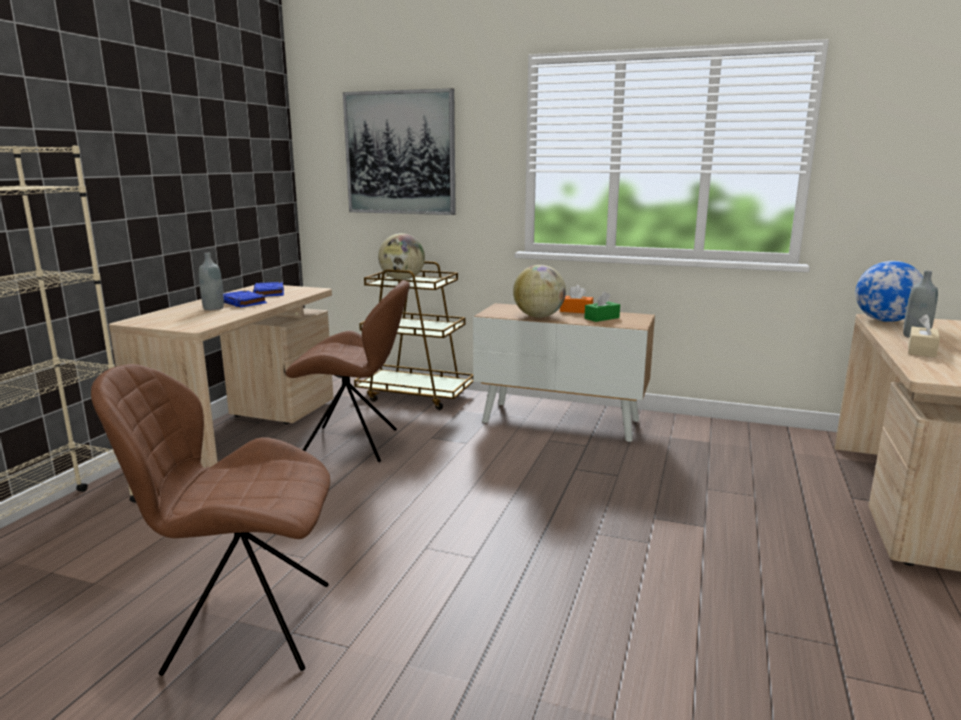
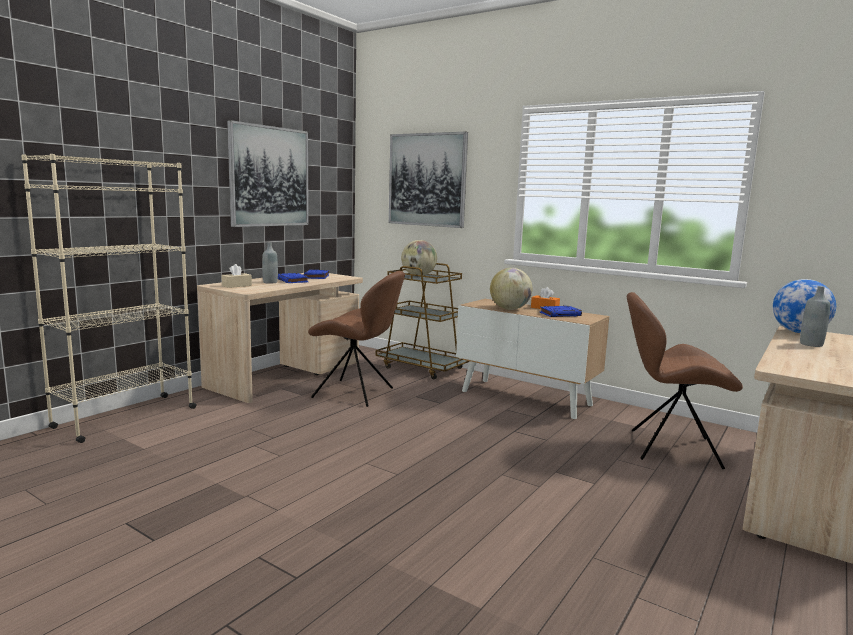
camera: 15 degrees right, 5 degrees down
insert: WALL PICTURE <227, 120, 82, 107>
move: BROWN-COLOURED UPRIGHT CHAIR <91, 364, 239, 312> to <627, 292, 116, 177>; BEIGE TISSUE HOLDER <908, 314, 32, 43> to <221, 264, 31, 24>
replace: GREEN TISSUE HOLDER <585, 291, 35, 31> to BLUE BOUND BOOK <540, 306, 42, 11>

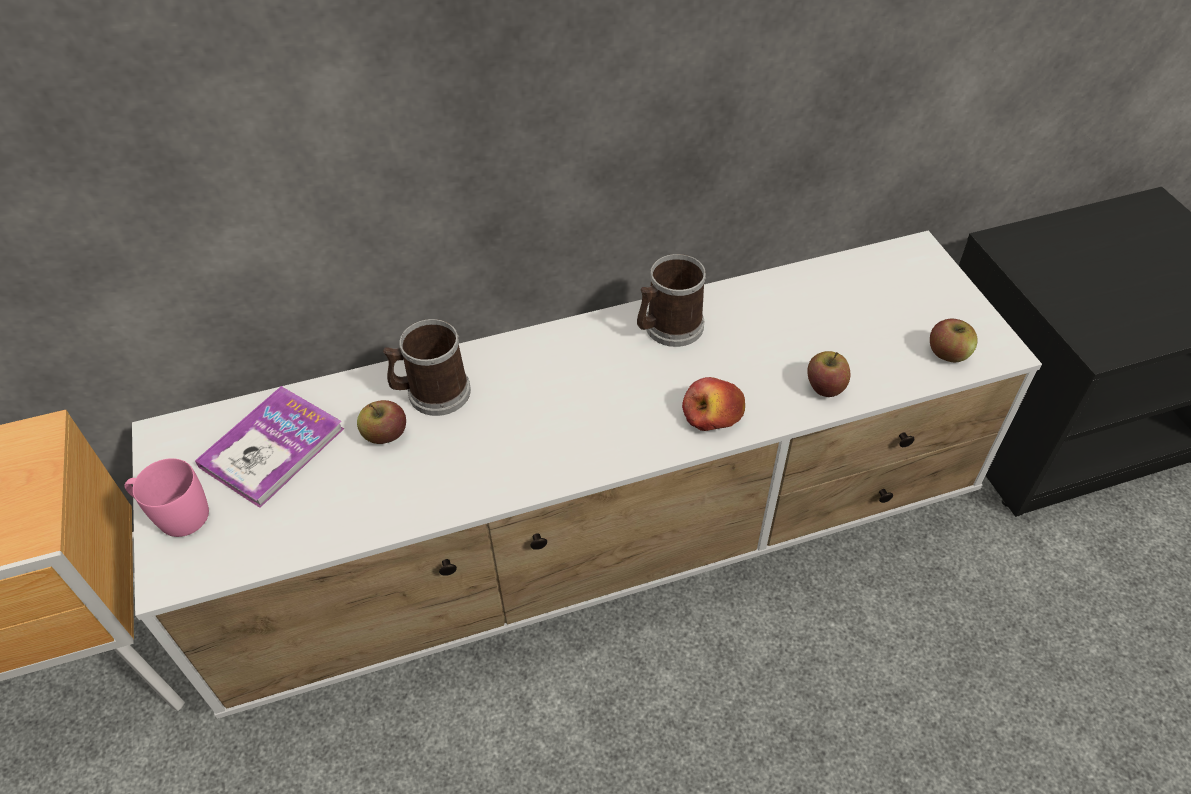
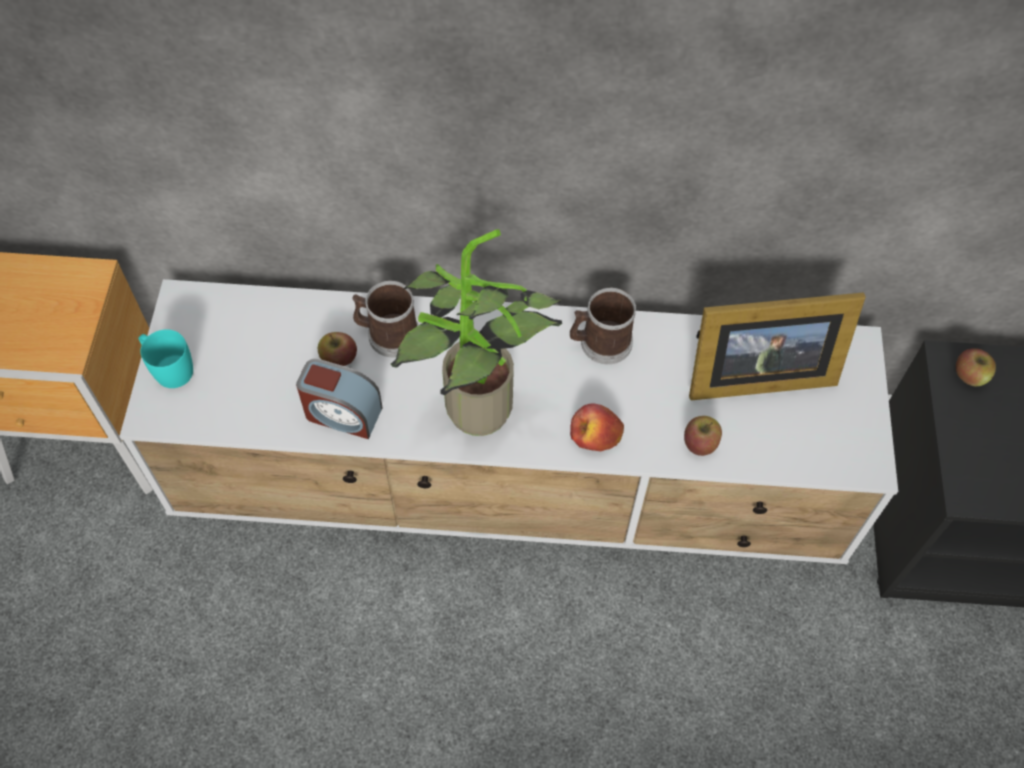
camera: 20 degrees right, 10 degrees up
delete: BOUND BOOK <195, 386, 149, 122>
insert: BEDSIDE CLOCK <296, 358, 87, 81>; POTTED PLANT <391, 230, 171, 206>; PHOTO FRAME <689, 292, 177, 108>
move: APPLE <930, 319, 48, 44> to <956, 348, 40, 38>
recolor: PINKISH MUG <124, 458, 85, 79> to TURQUOISE-COLOURED MUG <139, 329, 54, 59>

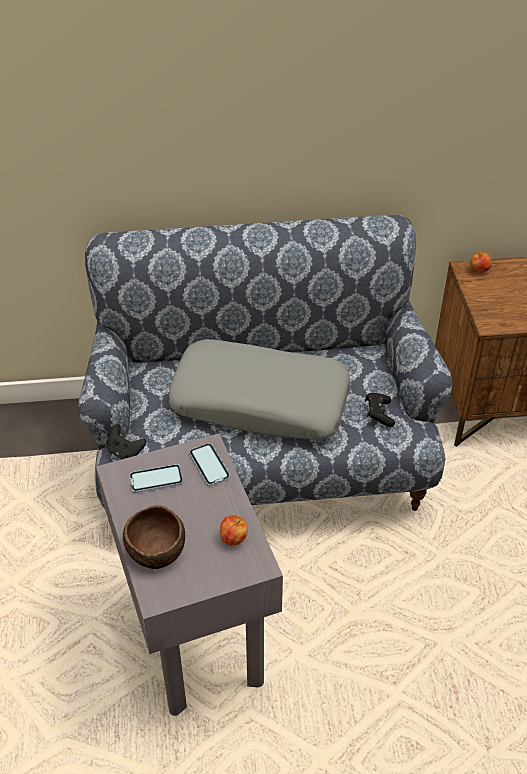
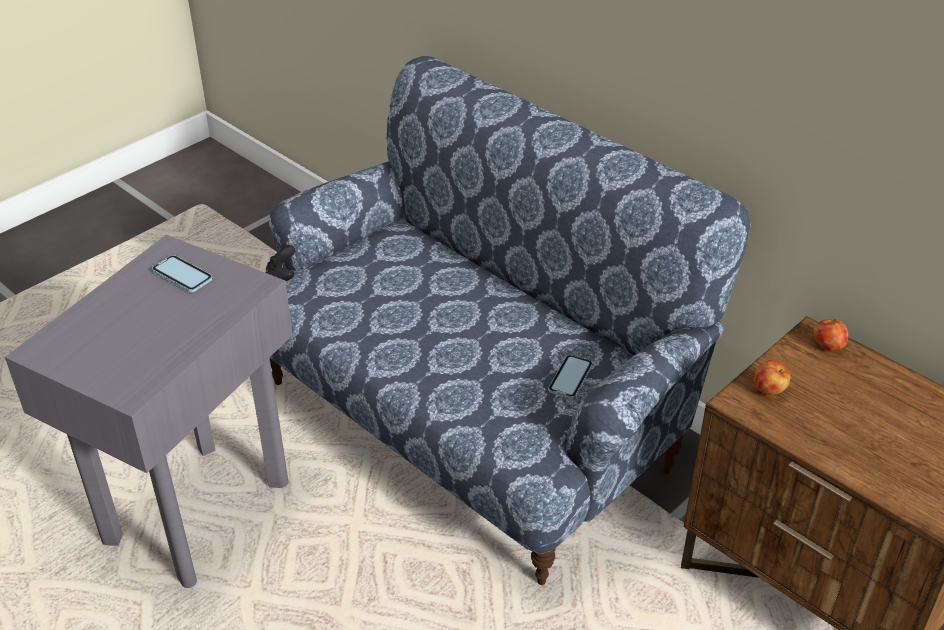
camera: 50 degrees right, 5 degrees down
delete: BROWN-COLOURED DEEP DISH <123, 505, 62, 64>; GREY THROW PILLOW <169, 339, 181, 101>; BLACK JOYPAD <365, 393, 30, 34>
move: TELEPHONE <189, 443, 41, 43> to <548, 355, 45, 44>; APPLE <220, 515, 28, 31> to <753, 360, 38, 35>

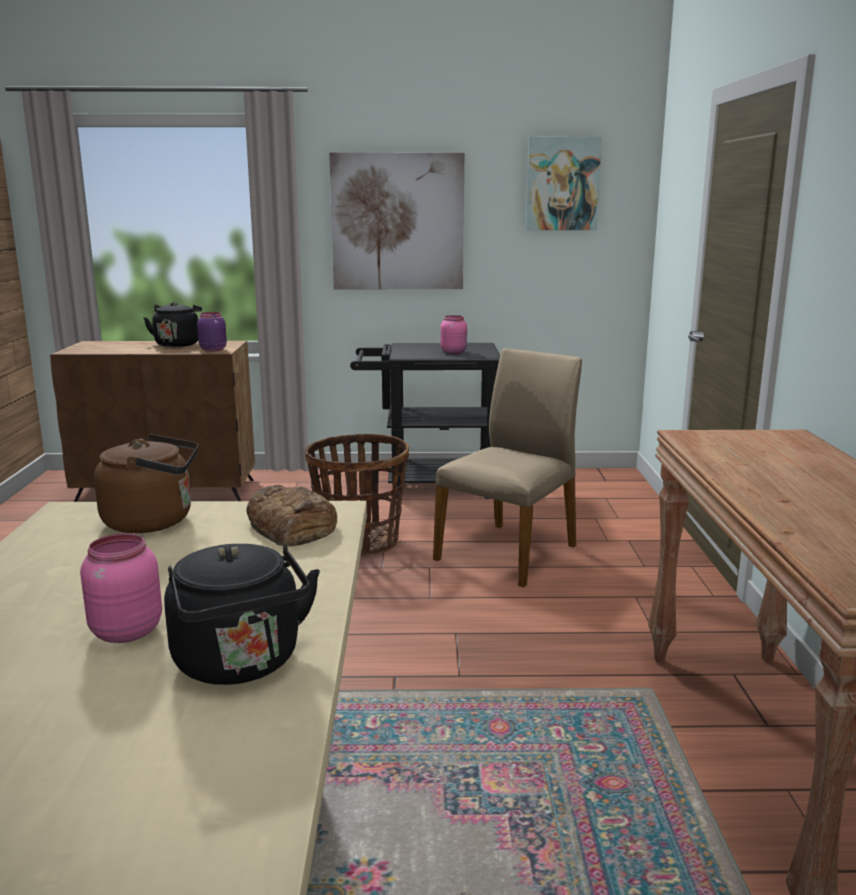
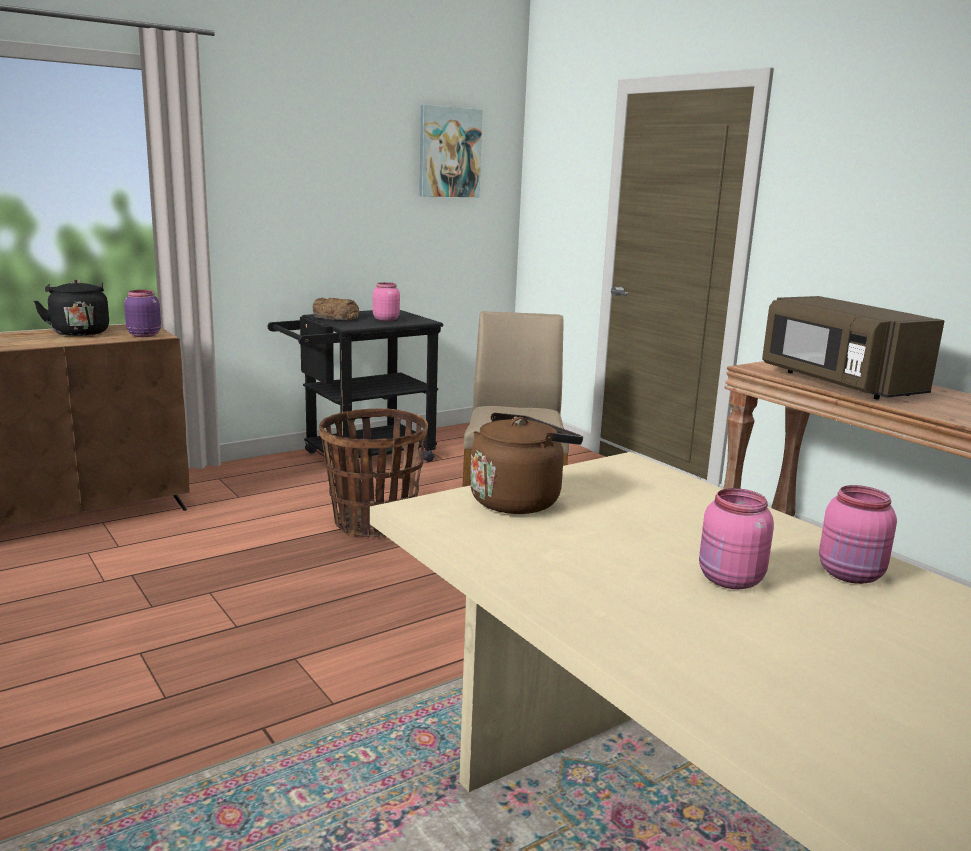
camera: 35 degrees left, 0 degrees up
delete: WALL PICTURE <329, 153, 135, 136>
insert: BROWN-COLOURED KITCHEN MICROWAVE <762, 296, 183, 104>
move: BAKED BREAD <246, 485, 91, 62> to <312, 298, 47, 22>
replace: BLACK KETTLE <164, 544, 156, 141> to PINKISH JAR <819, 485, 78, 99>

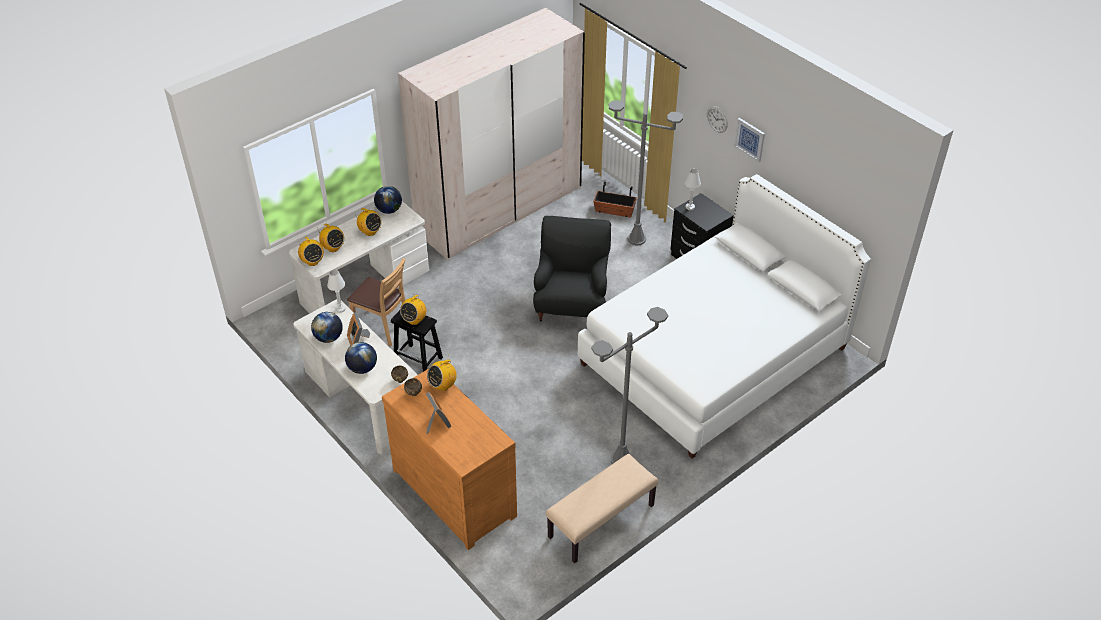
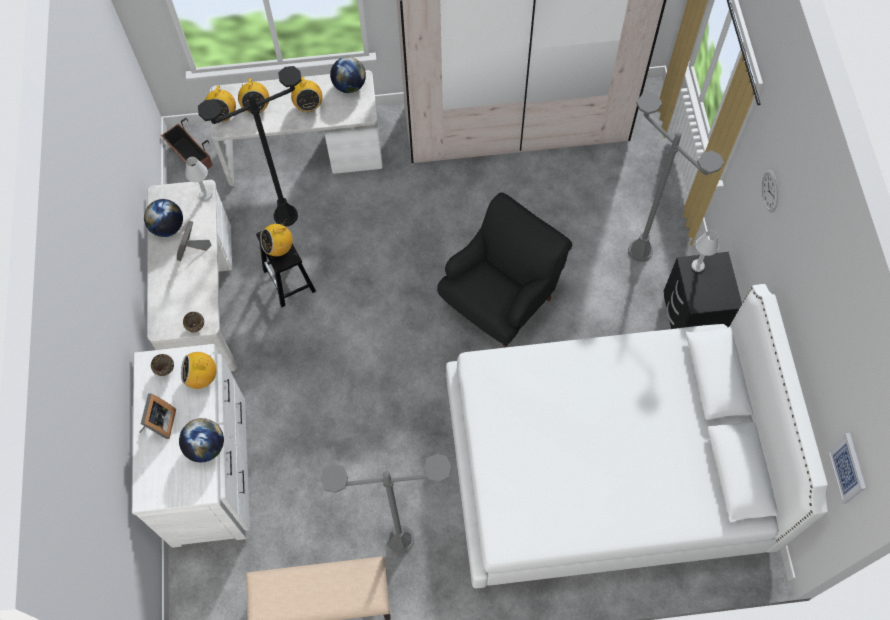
camera: 35 degrees right, 20 degrees up
move: GLOBE <345, 342, 32, 32> to <179, 418, 45, 44>; PLANTER <593, 182, 44, 36> to <161, 118, 52, 51>; WALL PICTURE <734, 118, 31, 44> to <827, 433, 39, 71>
replace: BROWN-COLOURED UPRIGHT CHAIR <347, 258, 59, 88> to BLACK STANDARD LAMP <198, 66, 104, 161>
recolor: BROWN-COLOURED DRAWER CHEST <382, 369, 135, 181> to WHITE-COLOURED DRAWER CHEST <132, 344, 118, 204>

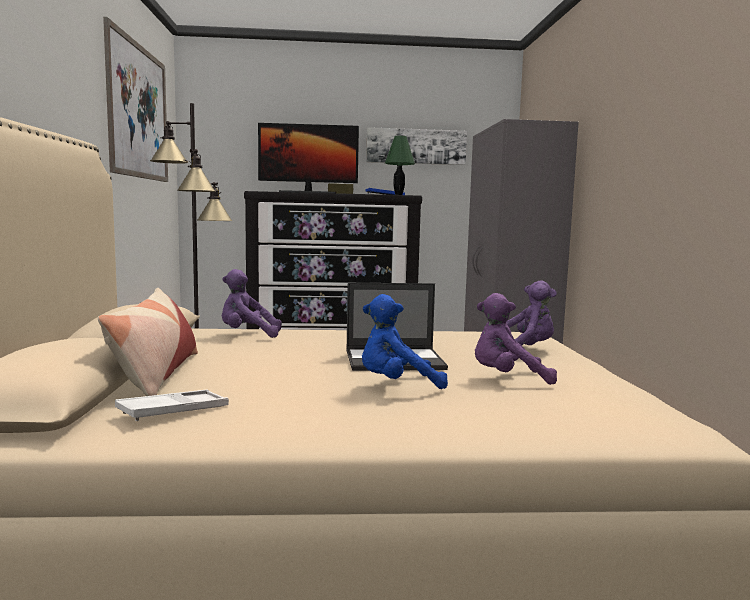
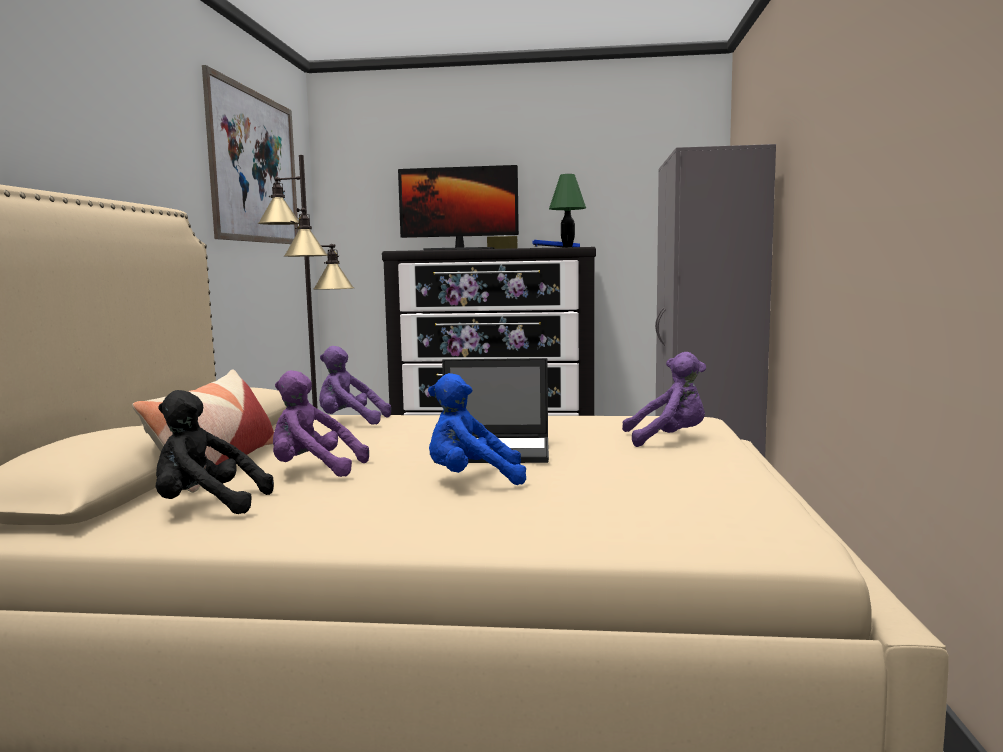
camera: 10 degrees right, 0 degrees up
delete: WALL PICTURE <366, 127, 101, 38>
move: PURPLISH PLUSH TOY <475, 293, 82, 92> to <273, 370, 96, 107>
replace: WHITE-COLOURED CARRYING TRAY <115, 390, 114, 31> to BLACK PLUSH TOY <156, 390, 118, 124>

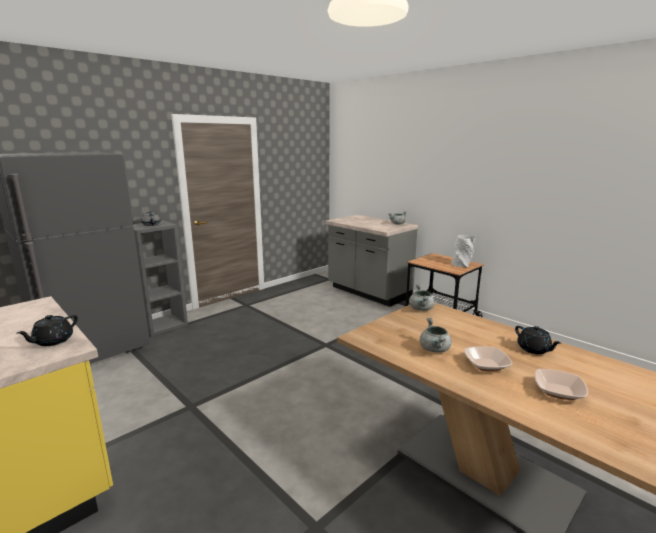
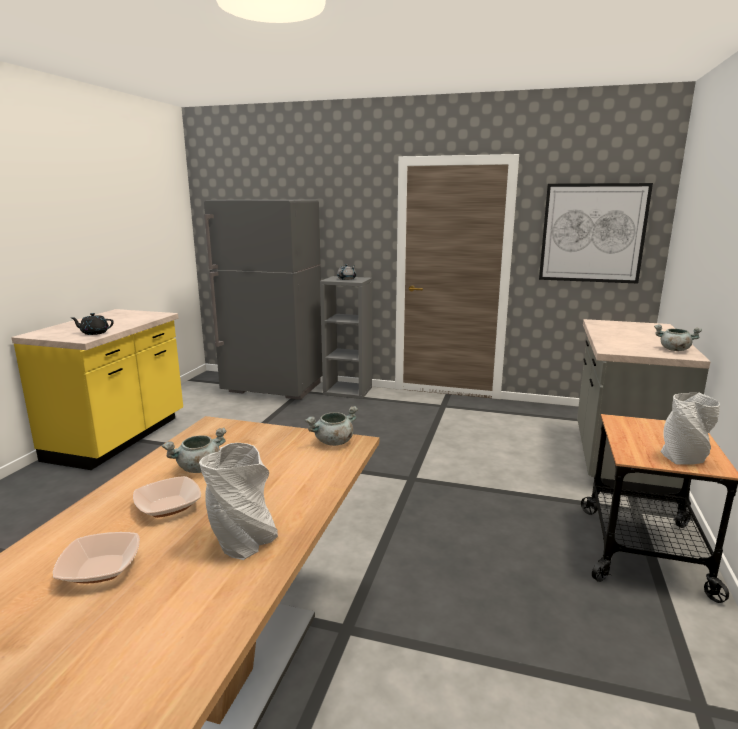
camera: 60 degrees right, 0 degrees up
insert: WALL PICTURE <539, 183, 114, 101>
replace: BLACK TEAPOT <515, 326, 46, 28> to GREY VASE <199, 443, 79, 117>

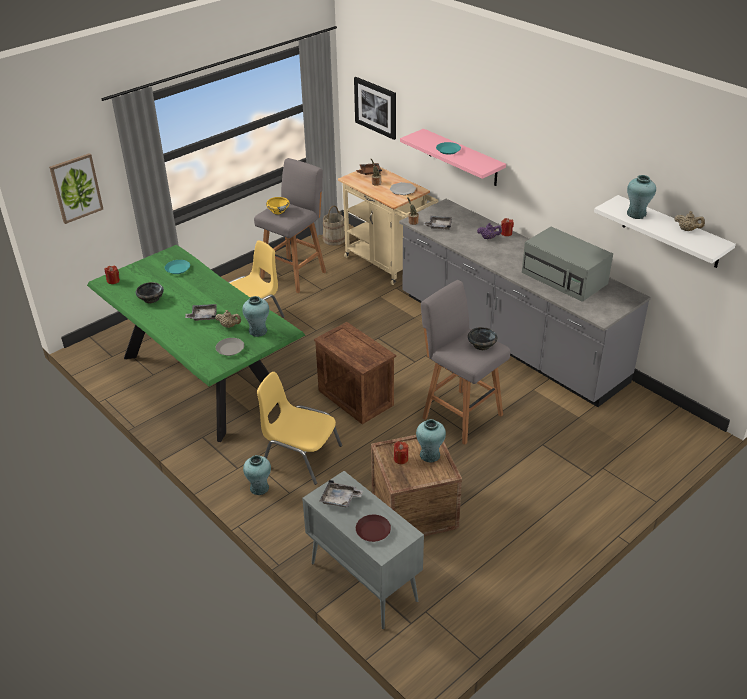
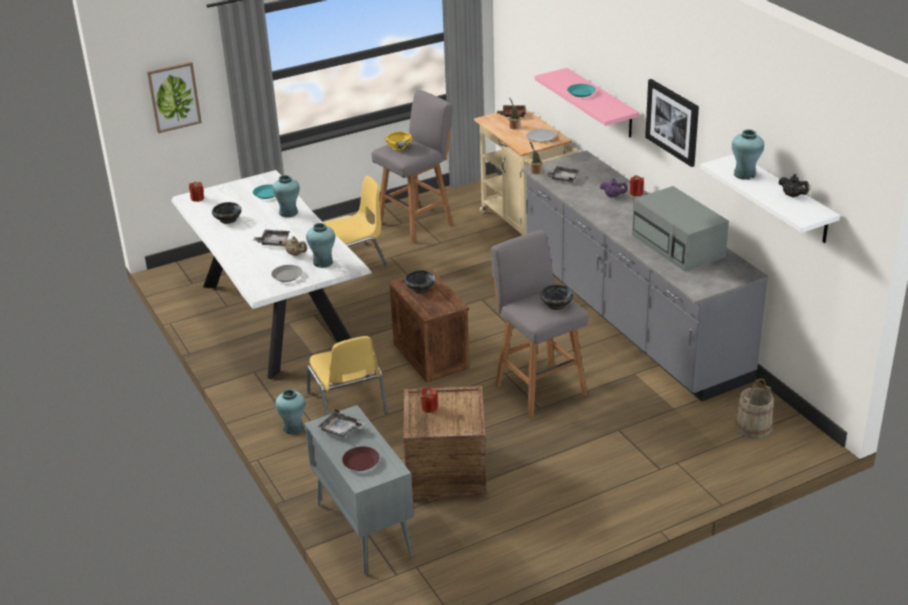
camera: 15 degrees right, 5 degrees down
insert: BLACK DEEP DISH <404, 270, 31, 24>
move: BEIGE PAIL <322, 205, 23, 41> to <735, 378, 38, 61>; WALL PICTURE <354, 77, 42, 63> to <645, 79, 54, 88>; TURQUOISE-COLOURED VASE <416, 419, 30, 43> to <272, 175, 28, 42>
recolor: GREEN KITCHEN TABLE <87, 245, 218, 197> to WHITE-COLOURED KITCHEN TABLE <171, 170, 201, 209>; BEIGE TEAPOT <674, 211, 31, 20> to BLACK TEAPOT <778, 174, 31, 23>
rotate: YELLOW-COLOURED UPRIGHT CHAIR <257, 372, 85, 113> = <307, 336, 81, 79> 150 degrees counterclockwise

